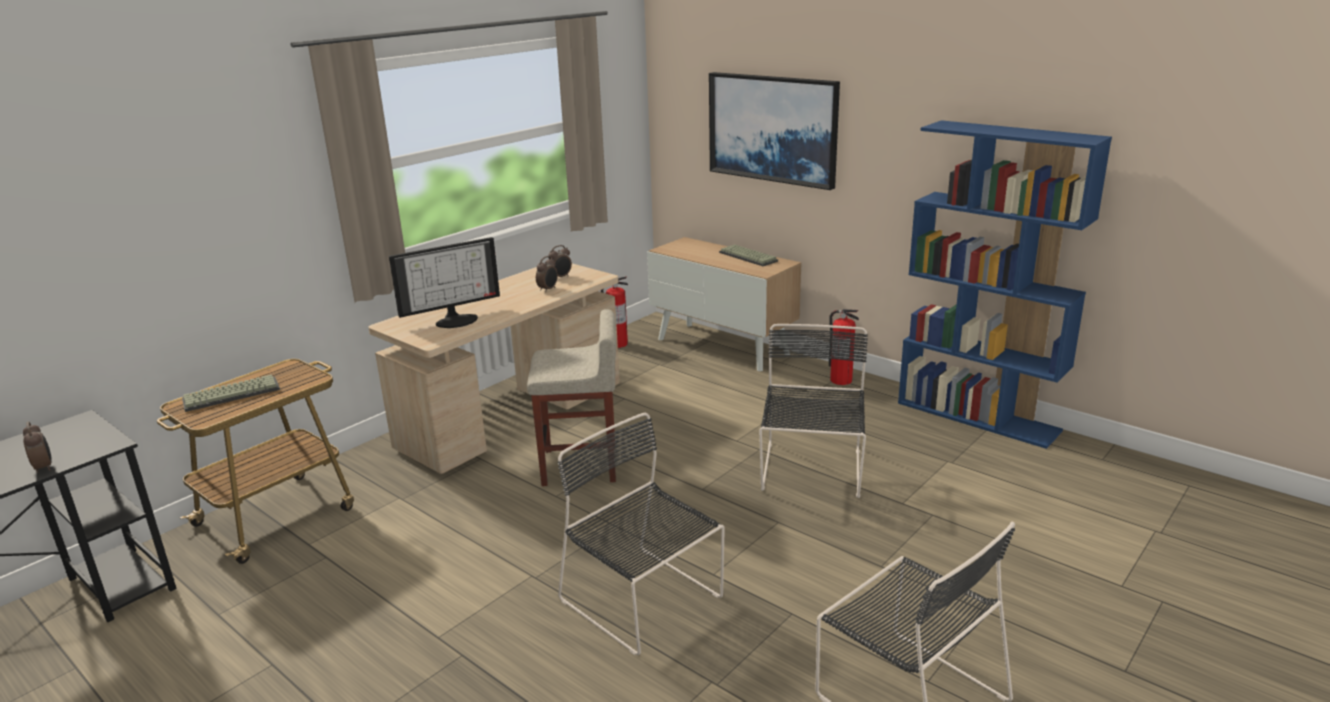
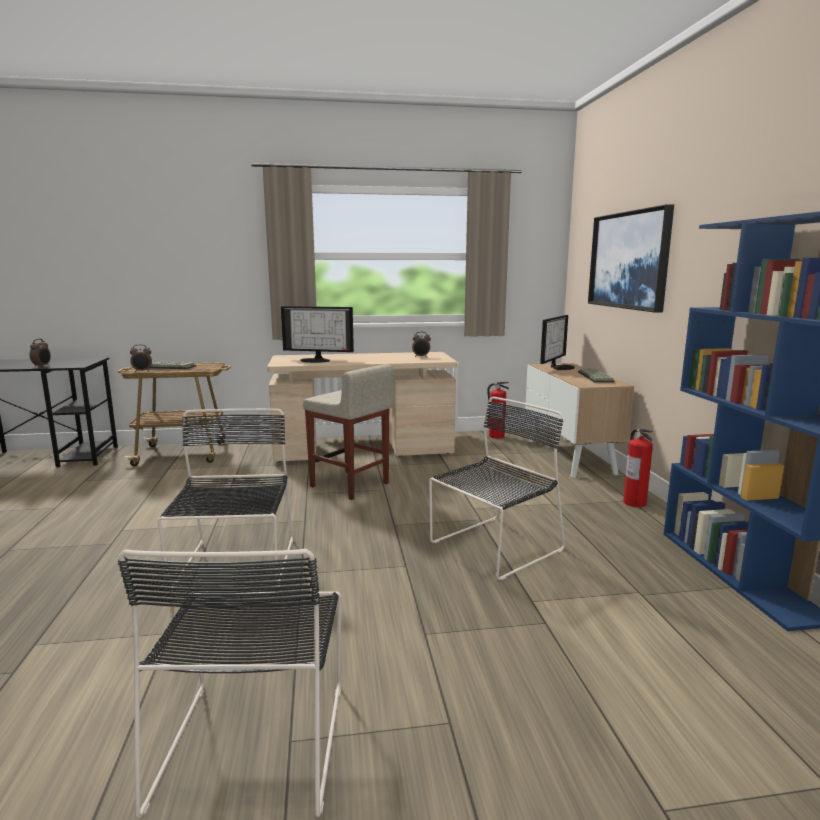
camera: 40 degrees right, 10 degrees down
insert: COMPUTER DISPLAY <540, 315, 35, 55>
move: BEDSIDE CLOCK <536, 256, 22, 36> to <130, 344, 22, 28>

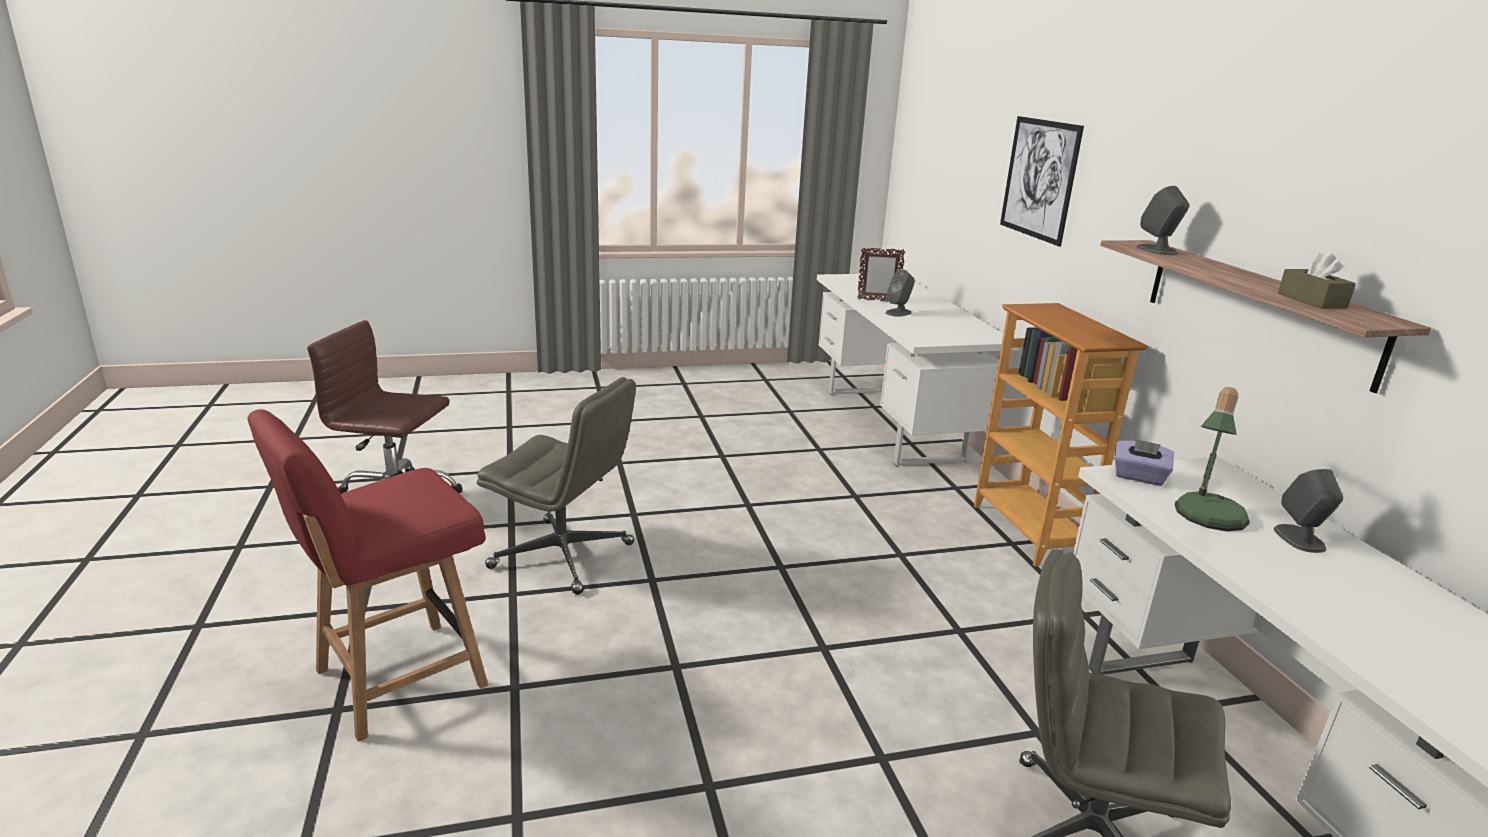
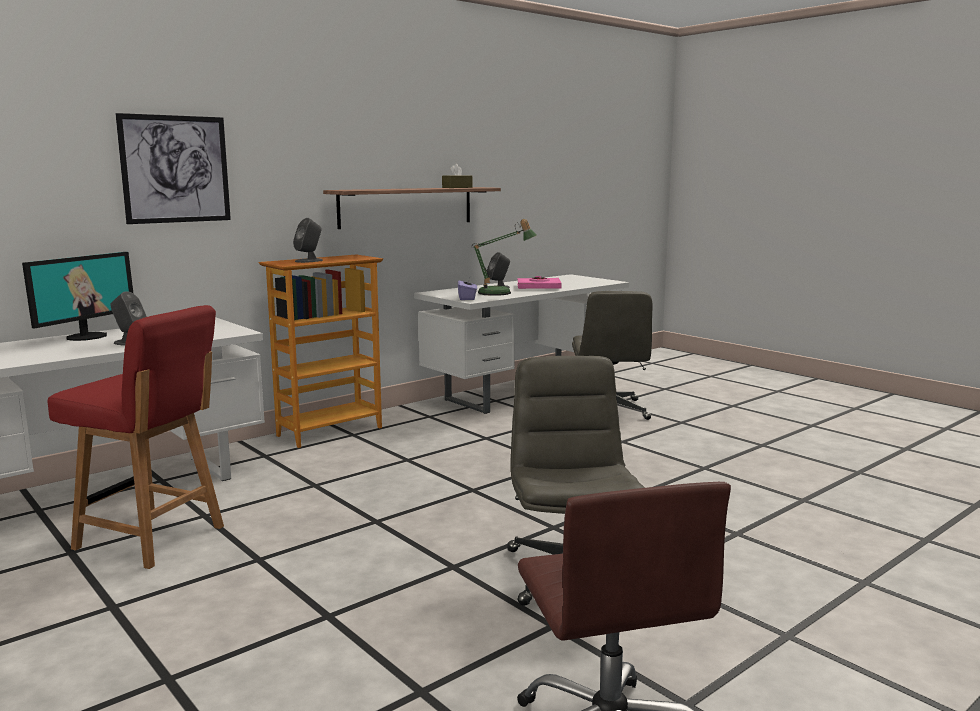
camera: 115 degrees left, 10 degrees down
delete: PHOTO FRAME <857, 247, 48, 55>
insert: COMPUTER DISPLAY <22, 252, 112, 89>; PINKISH BOUND BOOK <517, 276, 45, 13>
move: RED UPRIGHT CHAIR <247, 409, 241, 333> to <47, 305, 177, 264>; GREY AUDIO SPEAKER <1136, 186, 54, 69> to <293, 218, 30, 45>

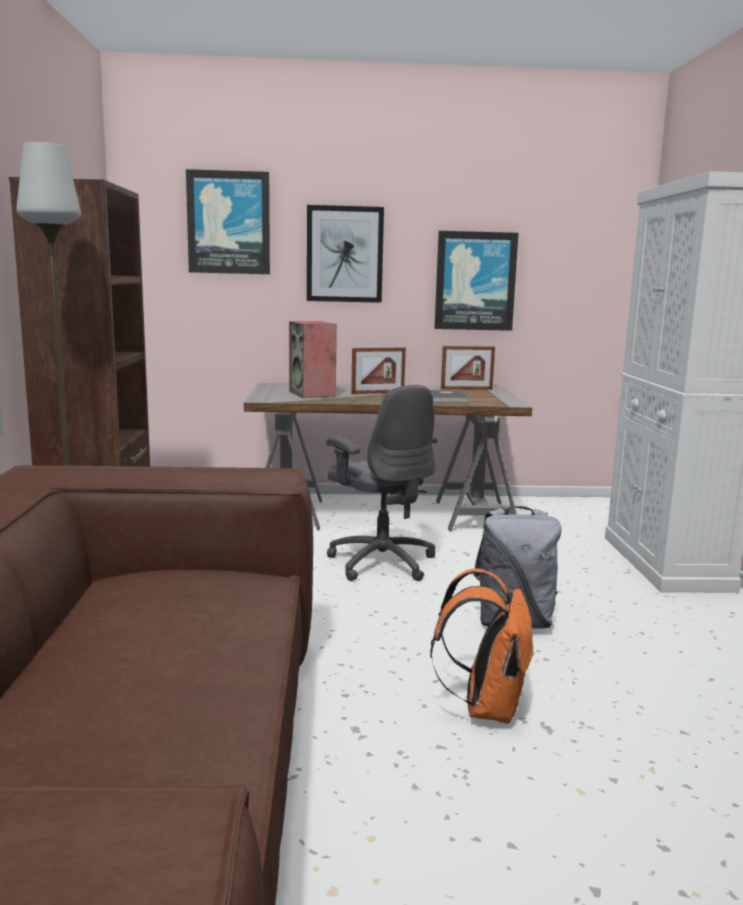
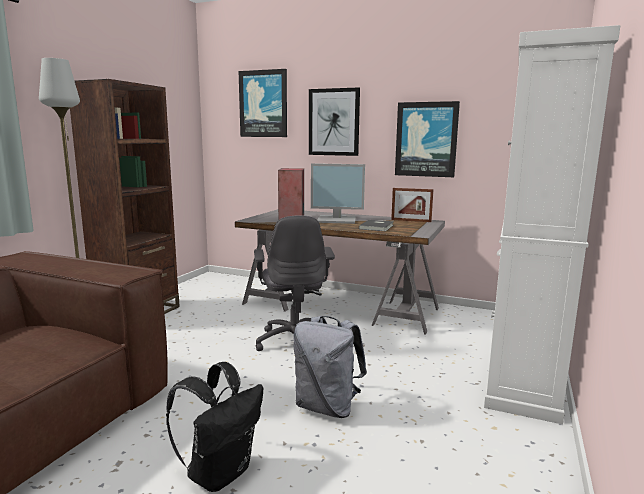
camera: 25 degrees right, 0 degrees up
replace: PHOTO FRAME <351, 348, 55, 46> to COMPUTER DISPLAY <311, 163, 54, 61>
recolor: ORANGE-COLOURED RUCKSACK <430, 569, 104, 155> to BLACK RUCKSACK <166, 362, 97, 130>

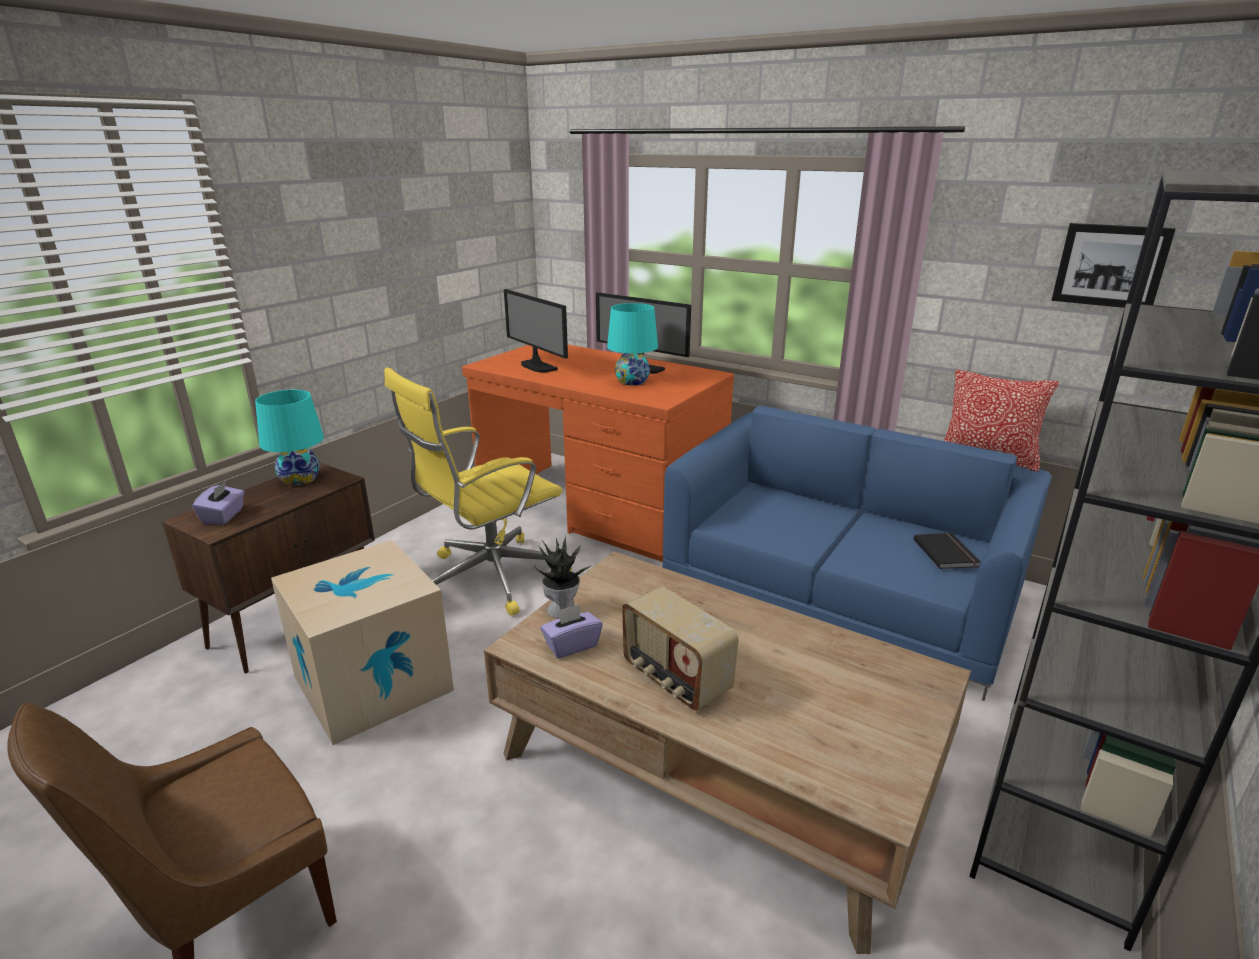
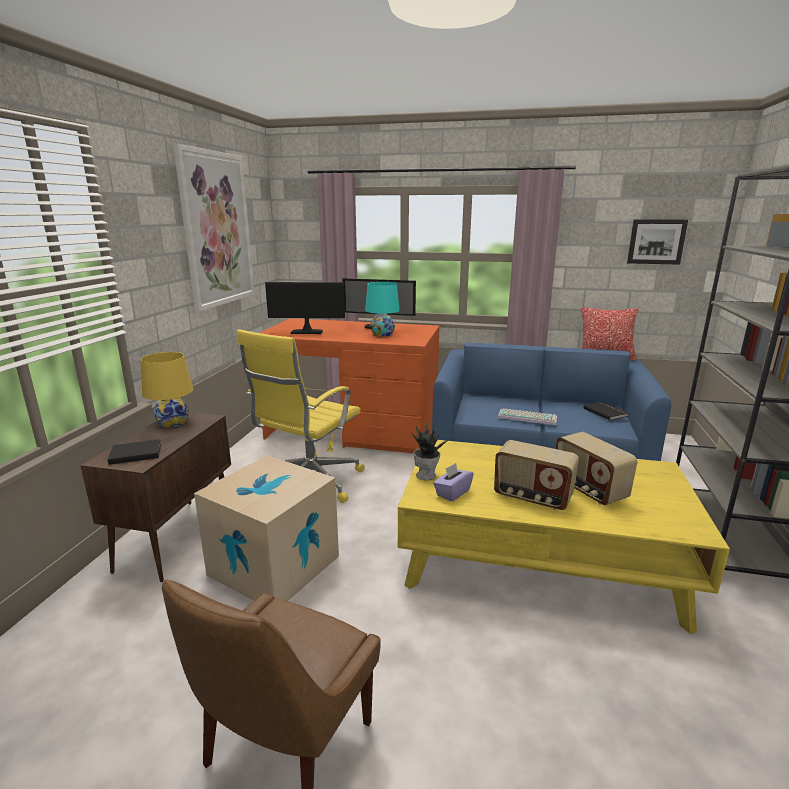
camera: 20 degrees left, 5 degrees down
insert: WALL PICTURE <173, 144, 82, 168>; KEYBOARD <498, 408, 59, 17>; RADIO <556, 432, 81, 73>
replace: PURPLISH TISSUE HOLDER <192, 481, 52, 43> to BLACK BOUND BOOK <108, 439, 53, 26>
recolor: TURQUOISE-COLOURED LAMP FOR A TABLE <255, 390, 69, 96> to YELLOW-COLOURED LAMP FOR A TABLE <140, 352, 53, 75>; BROWN-COLOURED LOUNGE TABLE <484, 552, 487, 402> to YELLOW-COLOURED LOUNGE TABLE <398, 440, 332, 194>
rotate: COMPUTER DISPLAY <504, 289, 64, 84> = <265, 282, 80, 52> 150 degrees clockwise

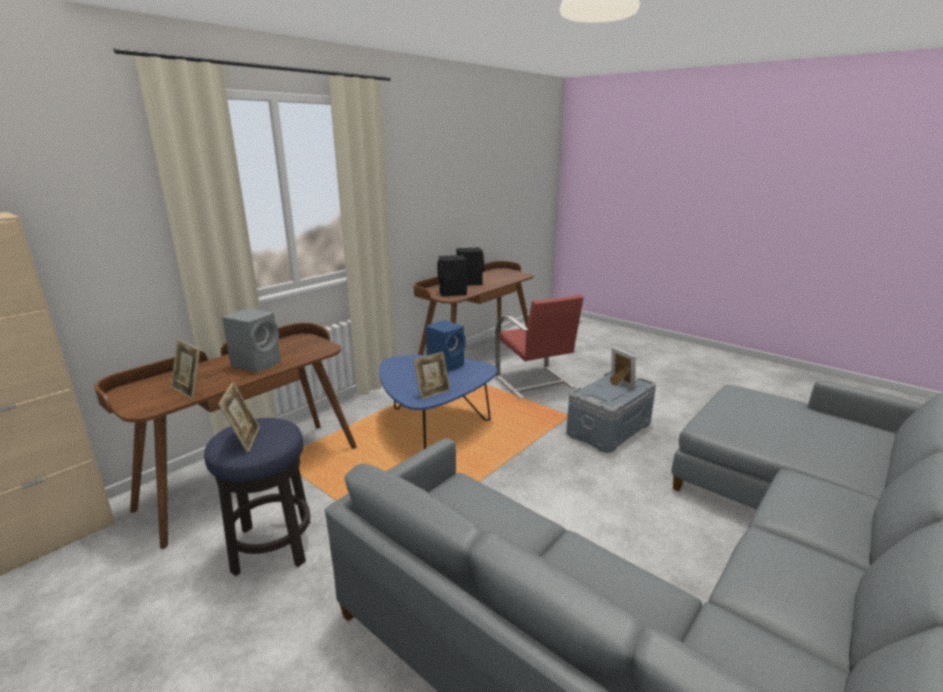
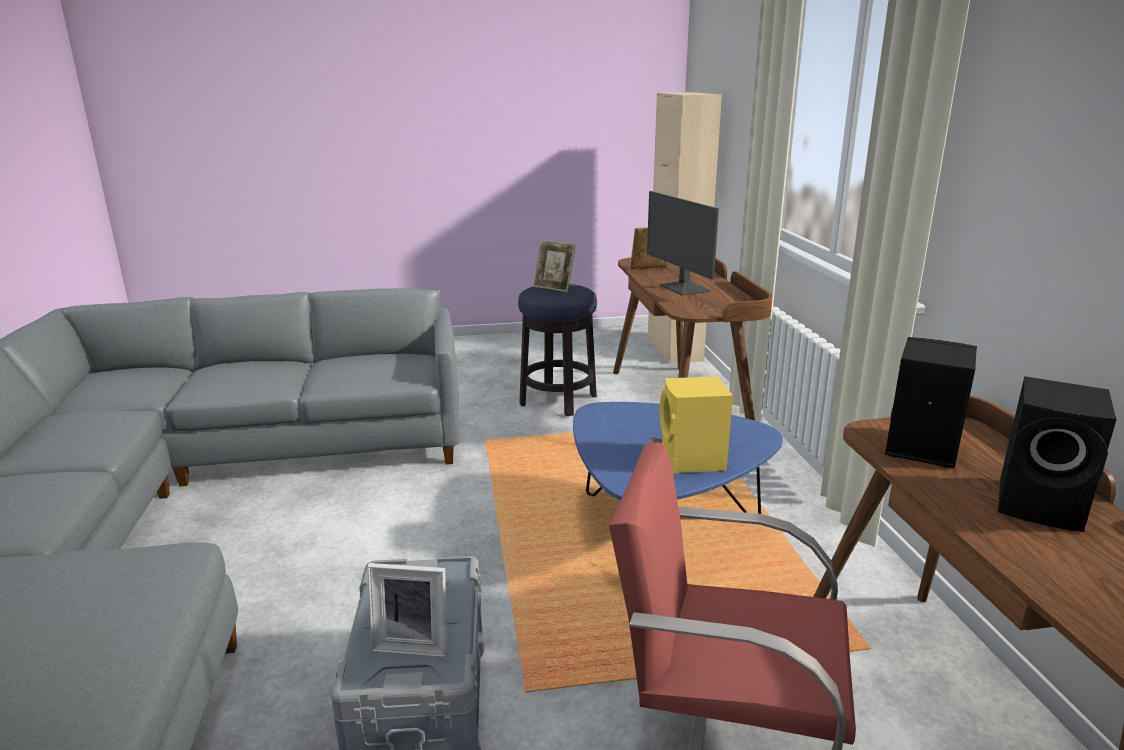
camera: 130 degrees right, 0 degrees up
delete: PHOTO FRAME <413, 352, 37, 47>
replace: GREY AUDIO SPEAKER <222, 308, 59, 65> to COMPUTER DISPLAY <647, 191, 72, 104>
recolor: BLUE AUDIO SPEAKER <426, 320, 39, 52> to YELLOW-COLOURED AUDIO SPEAKER <660, 376, 73, 98>

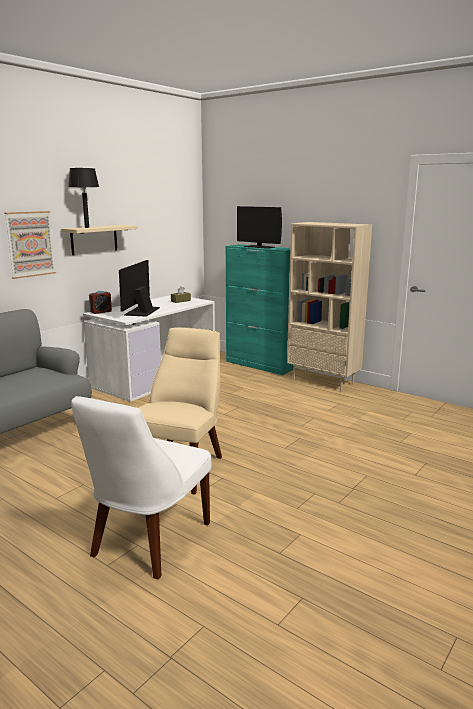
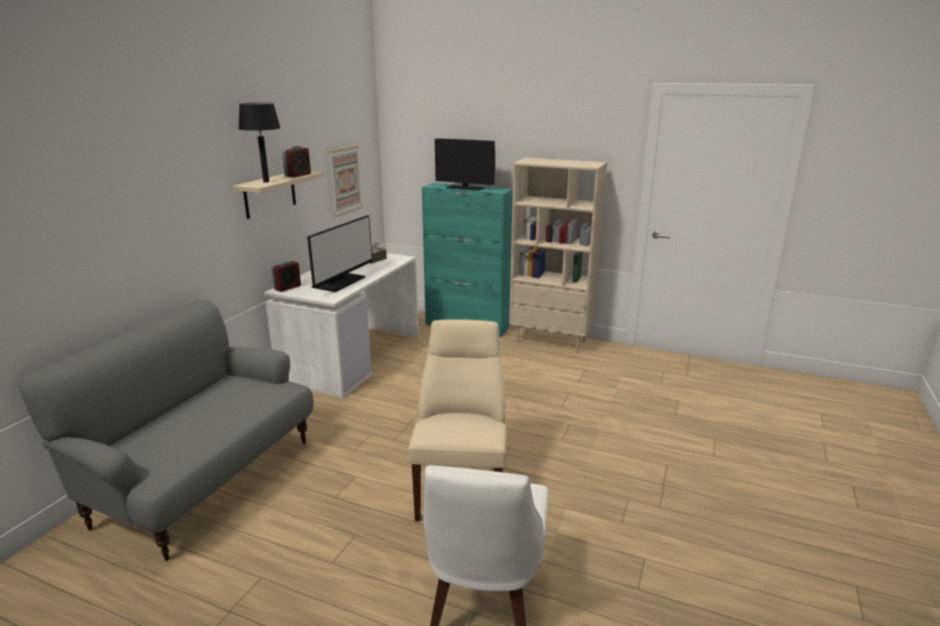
camera: 15 degrees left, 5 degrees up
insert: BEDSIDE CLOCK <282, 146, 29, 31>
move: WALL PICTURE <4, 211, 52, 68> to <329, 146, 34, 70>
rotate: COMPUTER DISPLAY <119, 260, 41, 57> = <307, 215, 66, 77> 150 degrees counterclockwise

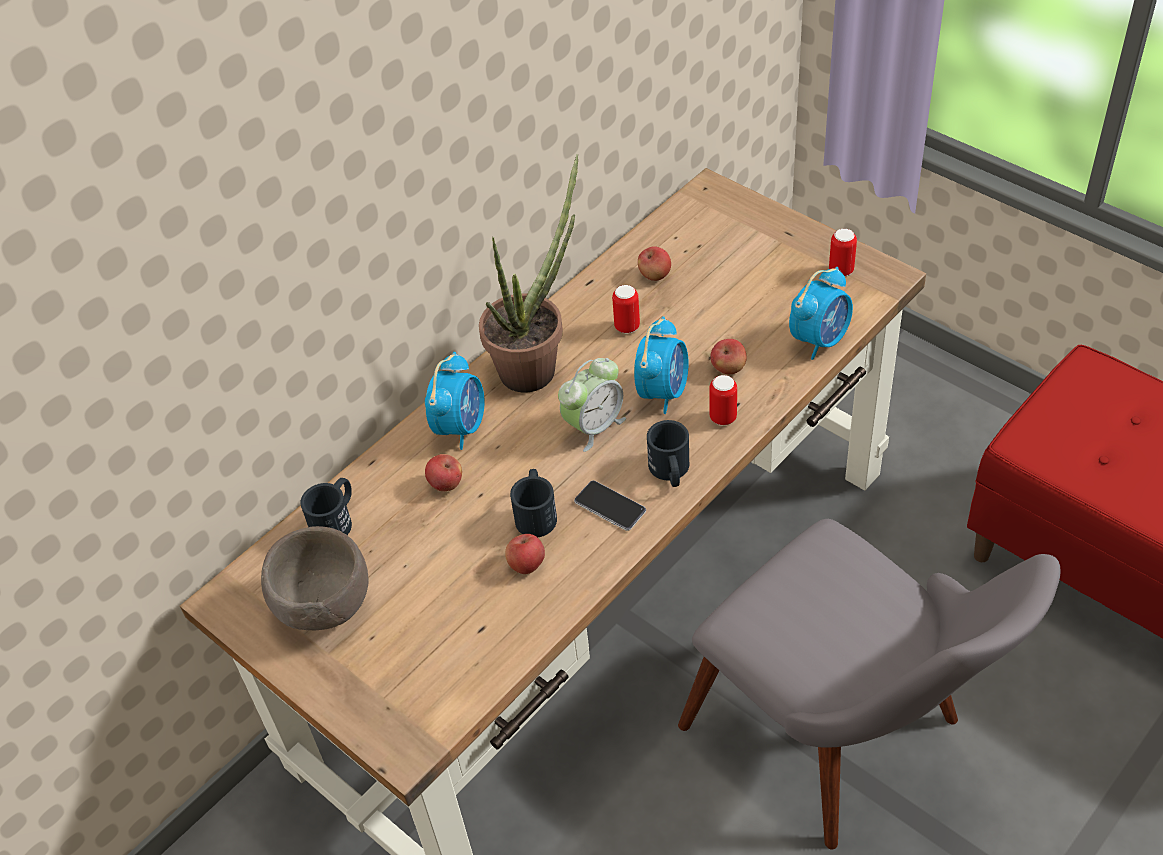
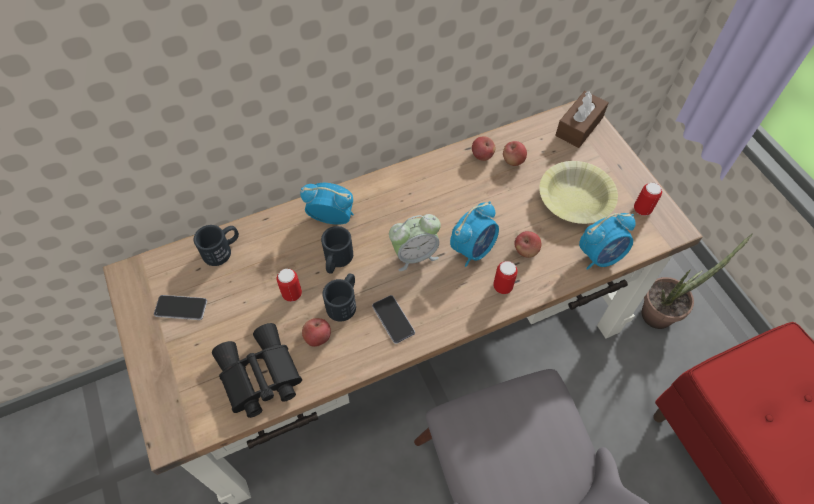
camera: 20 degrees right, 10 degrees up
insert: BLACK FIELD GLASSES <212, 323, 90, 95>; YELLOW-COLOURED DEEP DISH <539, 161, 79, 63>; BROWN-COLOURED TISSUE HOLDER <555, 91, 54, 57>
move: APPLE <425, 454, 37, 37> to <472, 136, 23, 25>; POTTED PLANT <479, 154, 99, 239> to <641, 233, 112, 96>; CAN <612, 285, 28, 48> to <277, 269, 25, 33>; BLACK MUG <647, 420, 42, 67> to <321, 226, 32, 48>
replace: BROWN-COLOURED DEEP DISH <261, 526, 108, 104> to TELEPHONE <154, 295, 53, 25>
rotate: BEDSIDE CLOCK <425, 352, 60, 98> = <300, 183, 54, 42> 120 degrees counterclockwise

